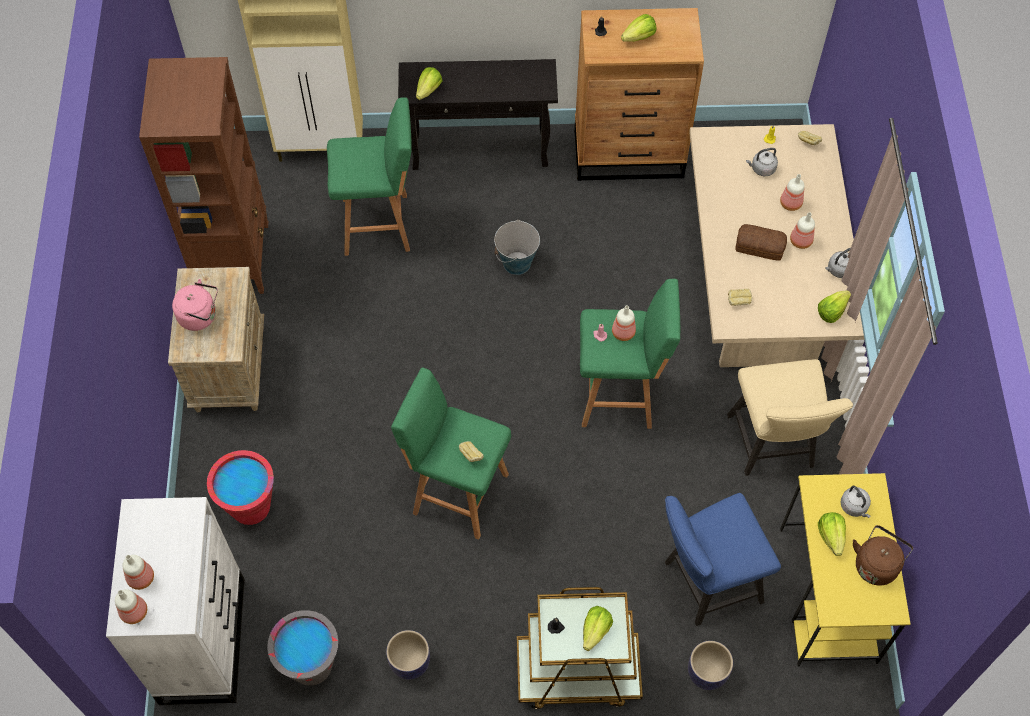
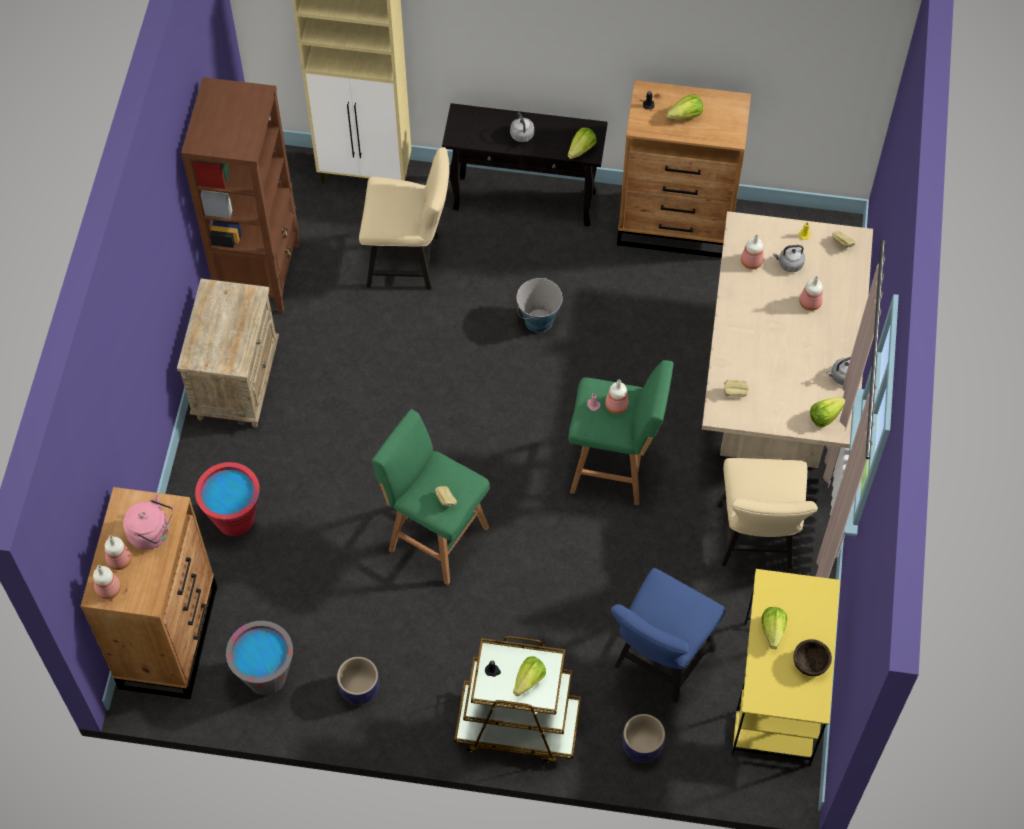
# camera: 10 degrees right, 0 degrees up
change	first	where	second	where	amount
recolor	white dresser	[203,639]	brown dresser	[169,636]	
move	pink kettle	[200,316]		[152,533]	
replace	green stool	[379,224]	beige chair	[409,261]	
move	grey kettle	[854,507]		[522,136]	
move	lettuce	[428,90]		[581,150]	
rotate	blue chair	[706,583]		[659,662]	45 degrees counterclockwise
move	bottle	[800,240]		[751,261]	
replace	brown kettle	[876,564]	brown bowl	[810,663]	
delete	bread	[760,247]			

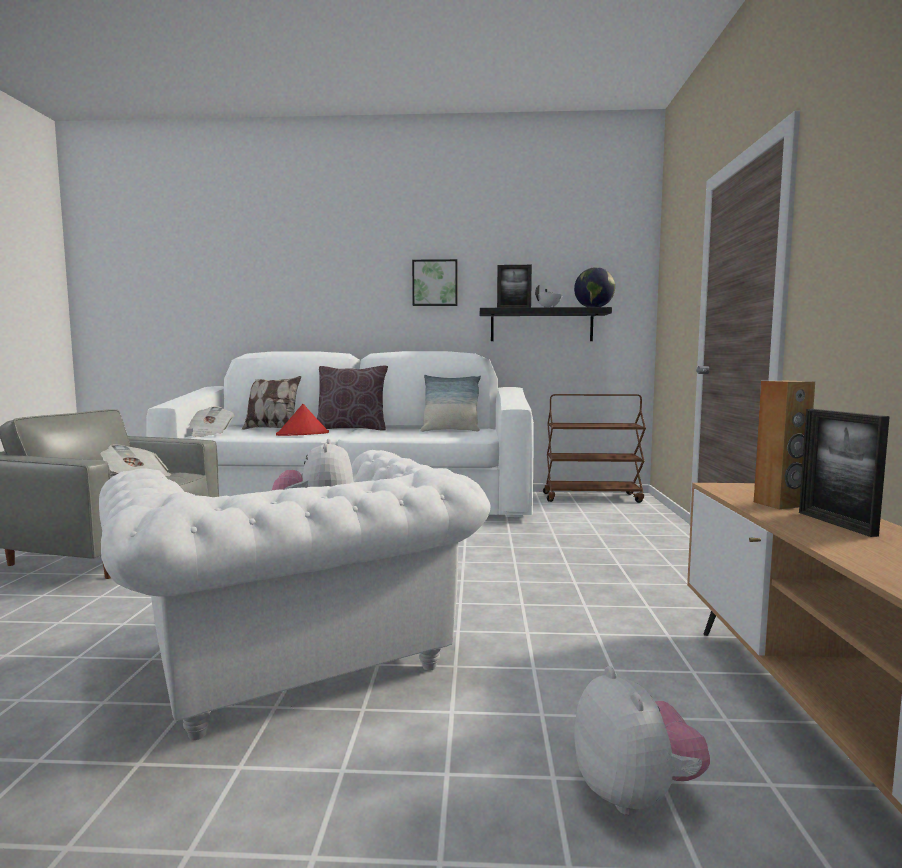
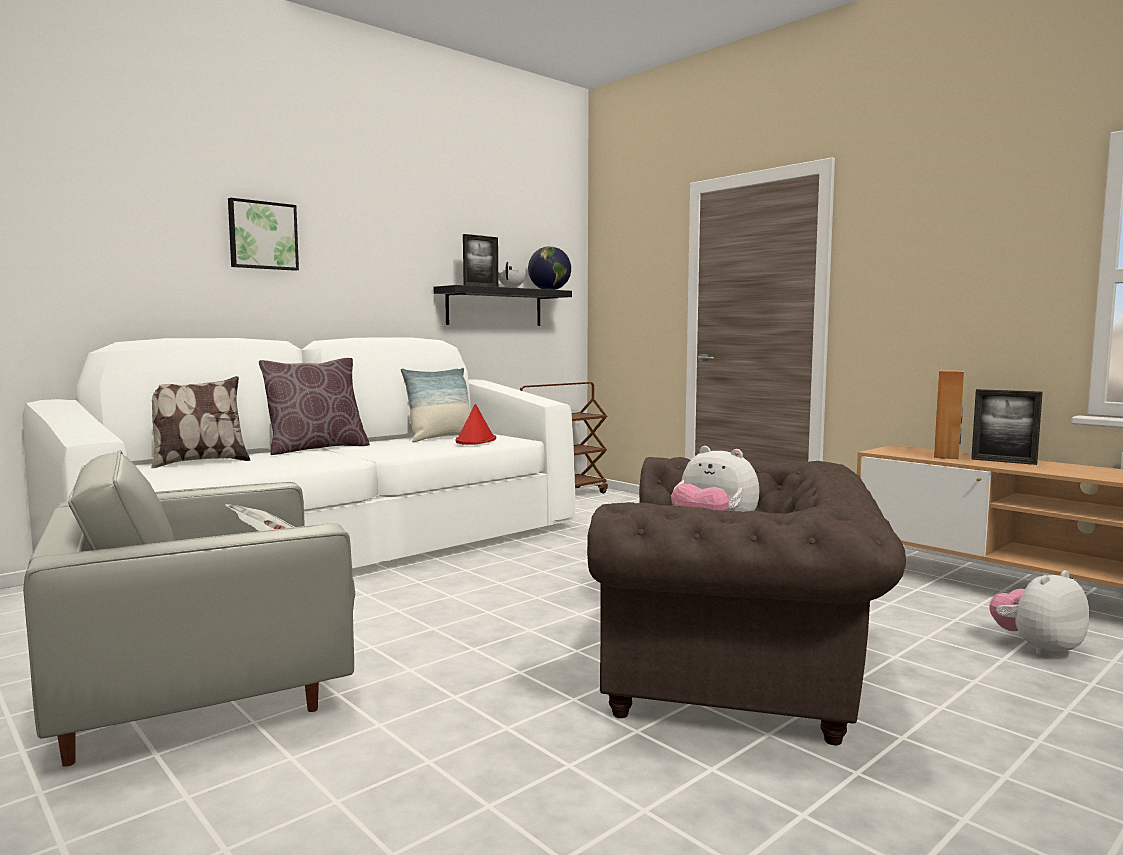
# camera: 45 degrees left, 0 degrees up
change	first	where	second	where	amount
move	picture	[435,283]		[262,235]	
move	red hat	[303,434]		[475,441]	
recolor	white armchair	[299,661]	brown armchair	[741,676]	
rotate	plush toy	[635,794]		[1037,648]	60 degrees counterclockwise
delete	newspaper	[210,434]			

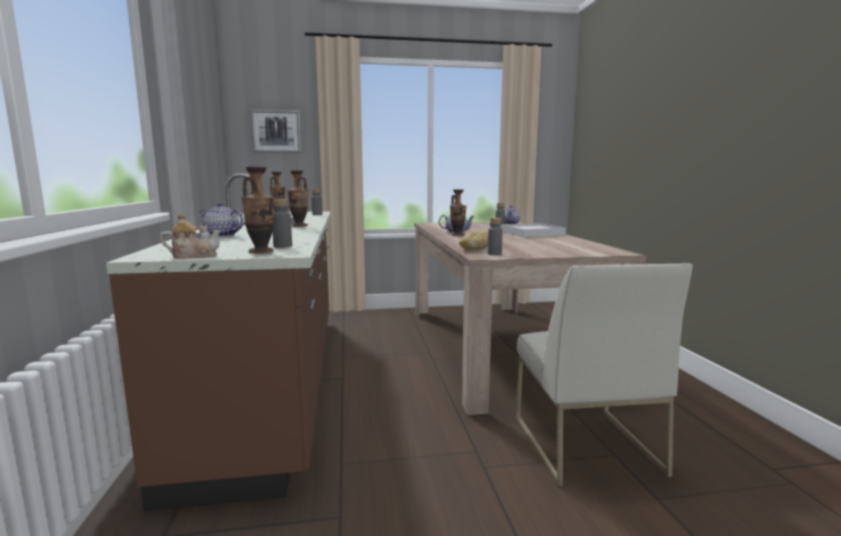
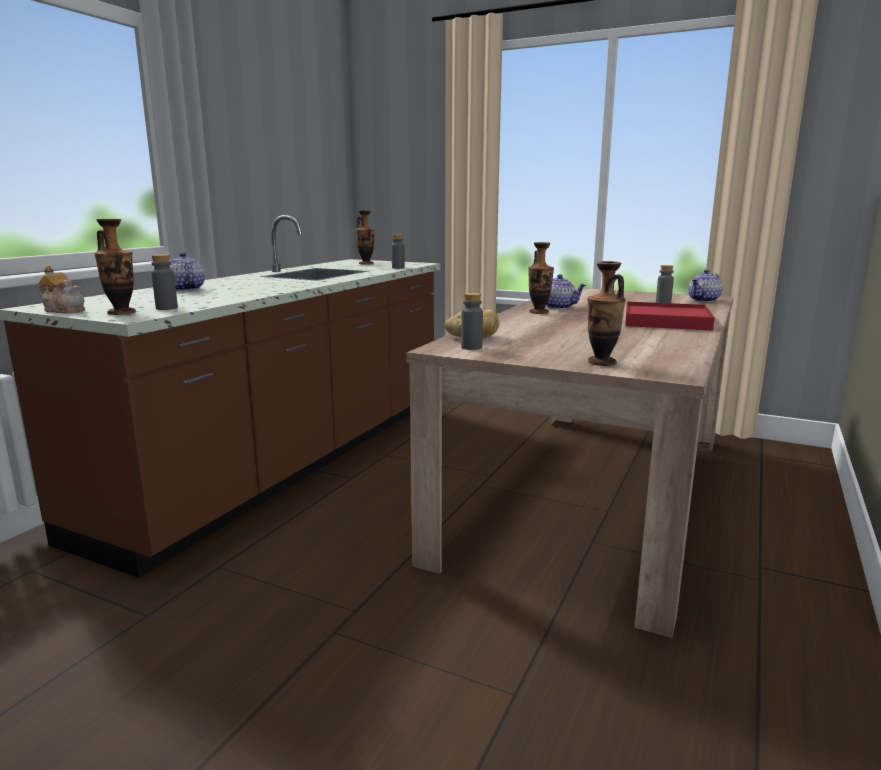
# camera: 35 degrees right, 5 degrees up
change	first	where	second	where	amount
move	vase	[299,226]		[601,362]	
recolor	white tray	[531,233]	red tray	[666,321]	
delete	picture	[276,131]			
delete	white chair	[583,444]			

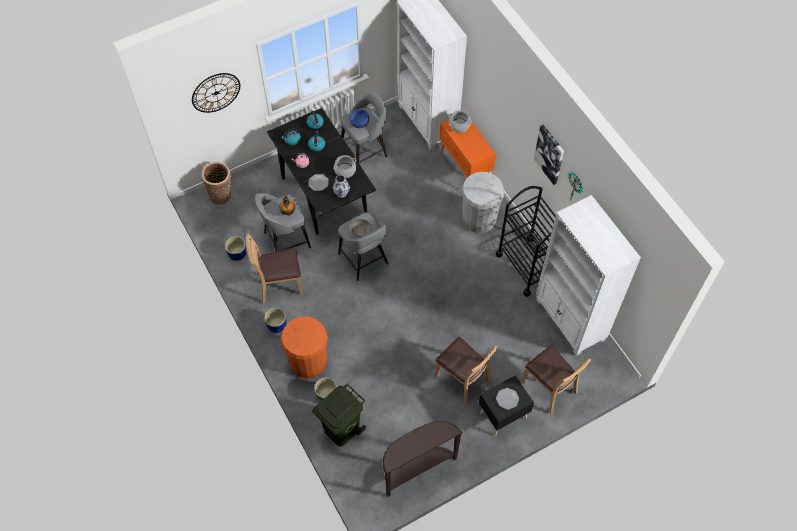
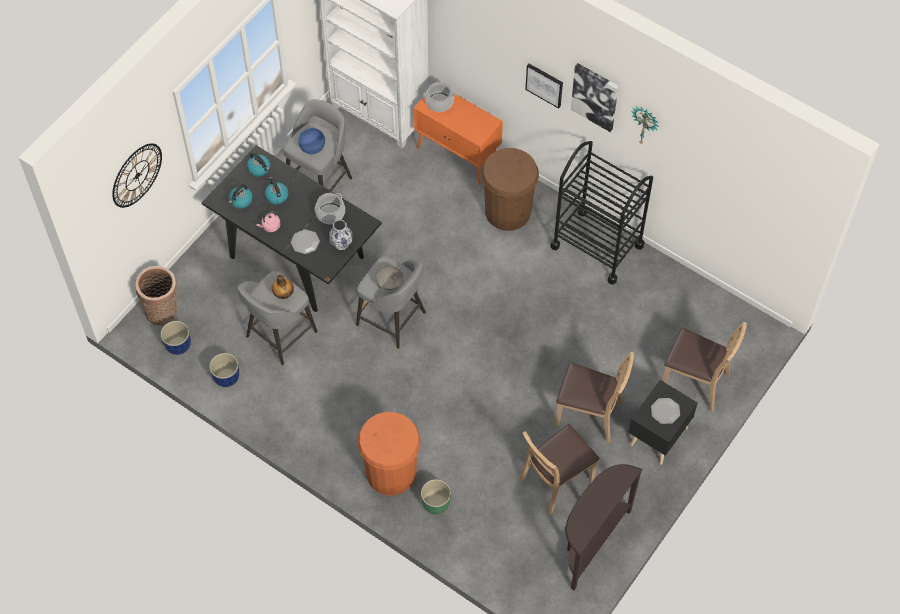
# camera: 25 degrees left, 0 degrees up
change	first	where	second	where	amount
move	blue planter	[277,325]		[178,344]	
recolor	white trash can	[479,218]	brown trash can	[508,211]	
move	brown chair	[279,284]		[556,481]	
insert			picture	[544,84]	
delete	green trash can	[341,429]			
delete	white bookcase	[570,320]			

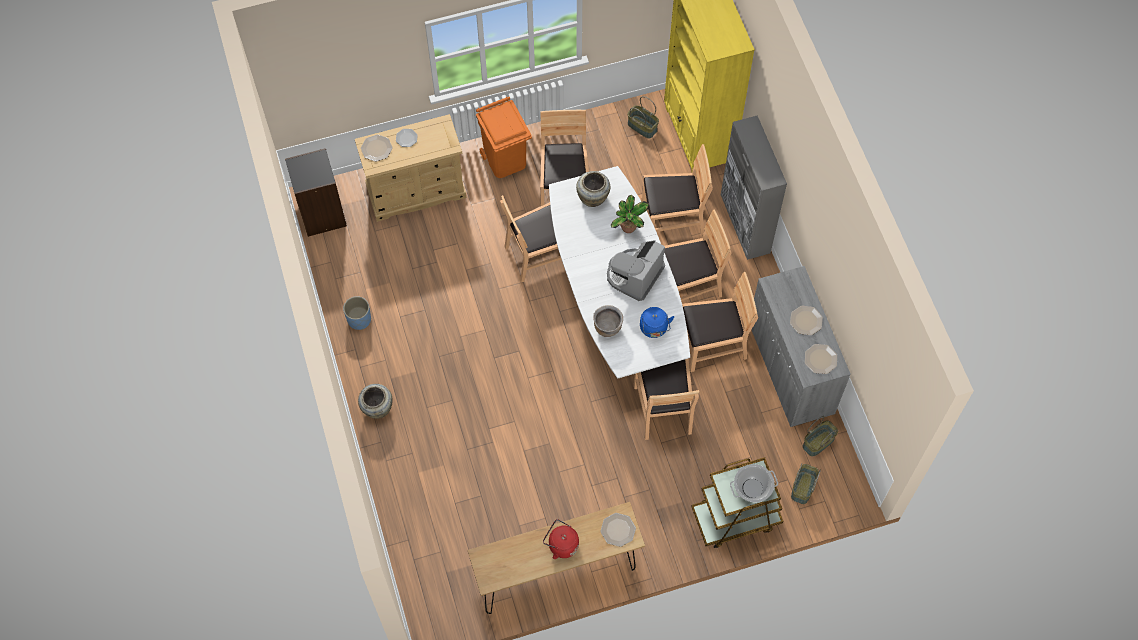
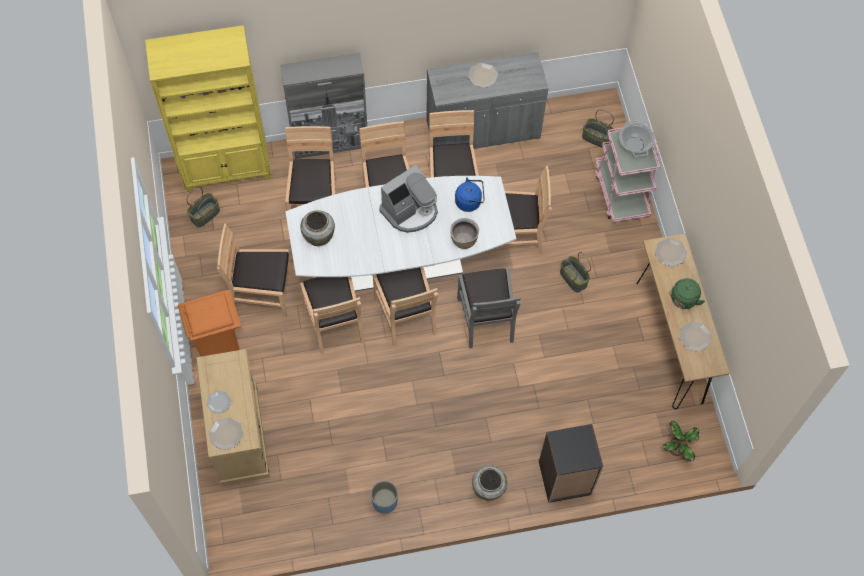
# camera: 85 degrees left, 0 degrees up
change	first	where	second	where	amount
insert			brown chair	[406,315]	
rotate	coffee machine	[634,275]		[410,211]	75 degrees counterclockwise
insert			grey chair	[486,319]	
move	black bookcase	[321,214]		[565,479]	
move	basket	[818,442]		[572,278]	
recolor	brown cart	[735,518]	pink cart	[621,192]	
move	potted plant	[628,228]		[677,449]	
recolor	red kettle	[561,545]	green kettle	[683,300]	
move	plate	[820,359]		[694,336]	

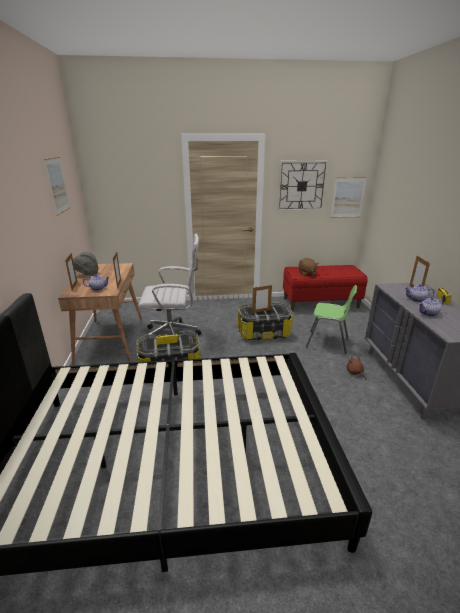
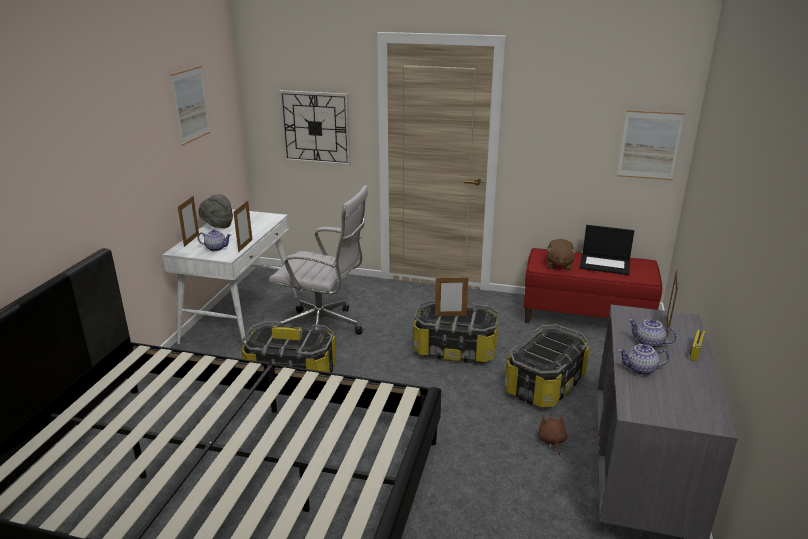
# camera: 20 degrees right, 0 degrees up
change	first	where	second	where	amount
recolor	brown desk	[110,339]	white desk	[240,319]	
move	wall clock	[301,186]		[315,128]	
replace	green chair	[327,342]	storage box	[545,385]	
insert			laptop	[605,264]	

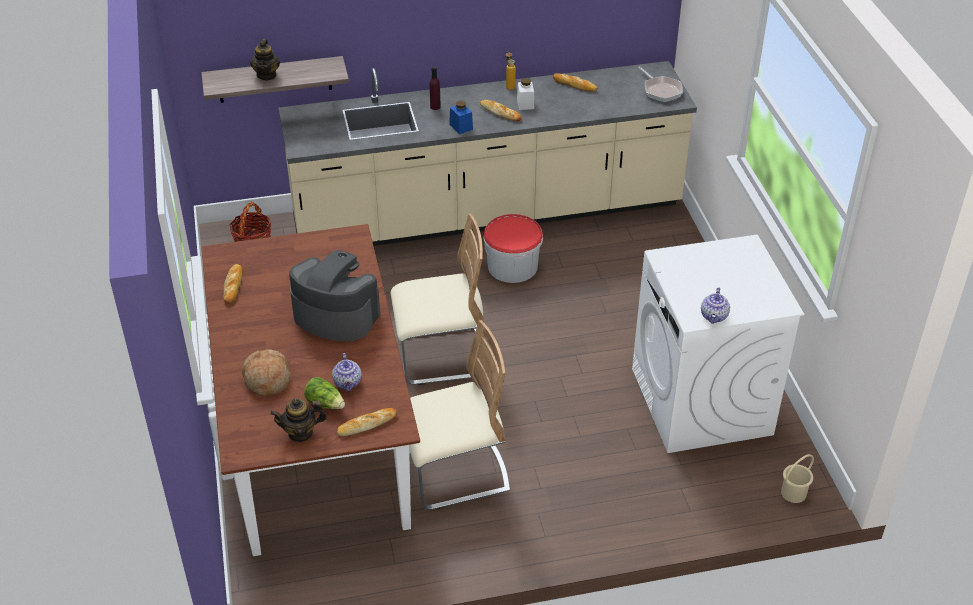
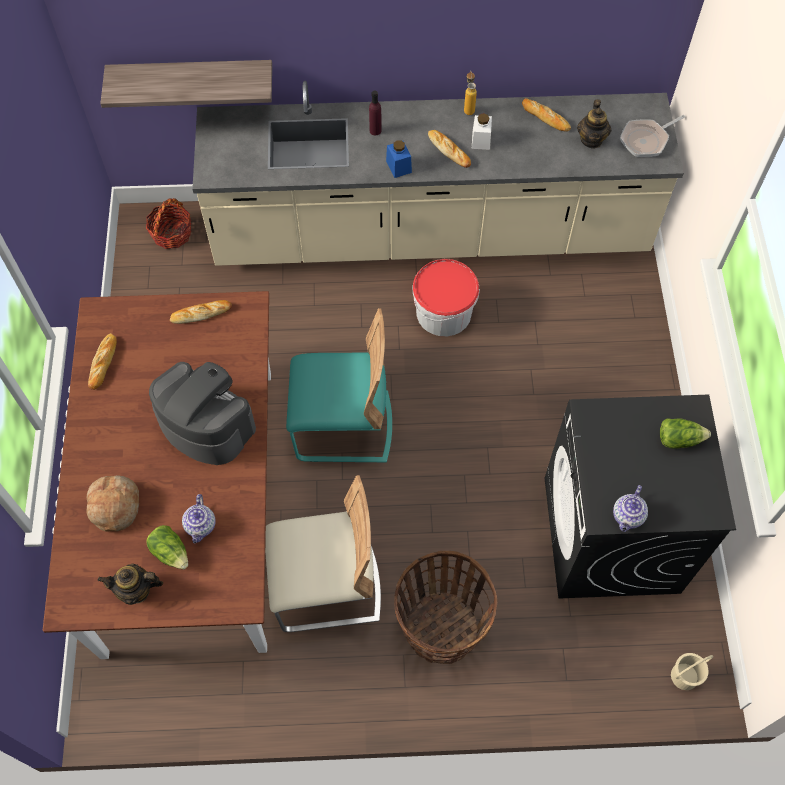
# camera: 10 degrees right, 20 degrees up
change	first	where	second	where	amount
move	bread	[367,424]		[201,314]	
recolor	beige chair	[442,356]	turquoise chair	[343,426]	
insert			basket	[441,628]	
recolor	white washing machine	[701,402]	black washing machine	[611,535]	
move	teapot	[267,75]		[591,139]	
rotate	frying pan	[661,90]		[646,140]	75 degrees clockwise
insert			lettuce	[679,439]	

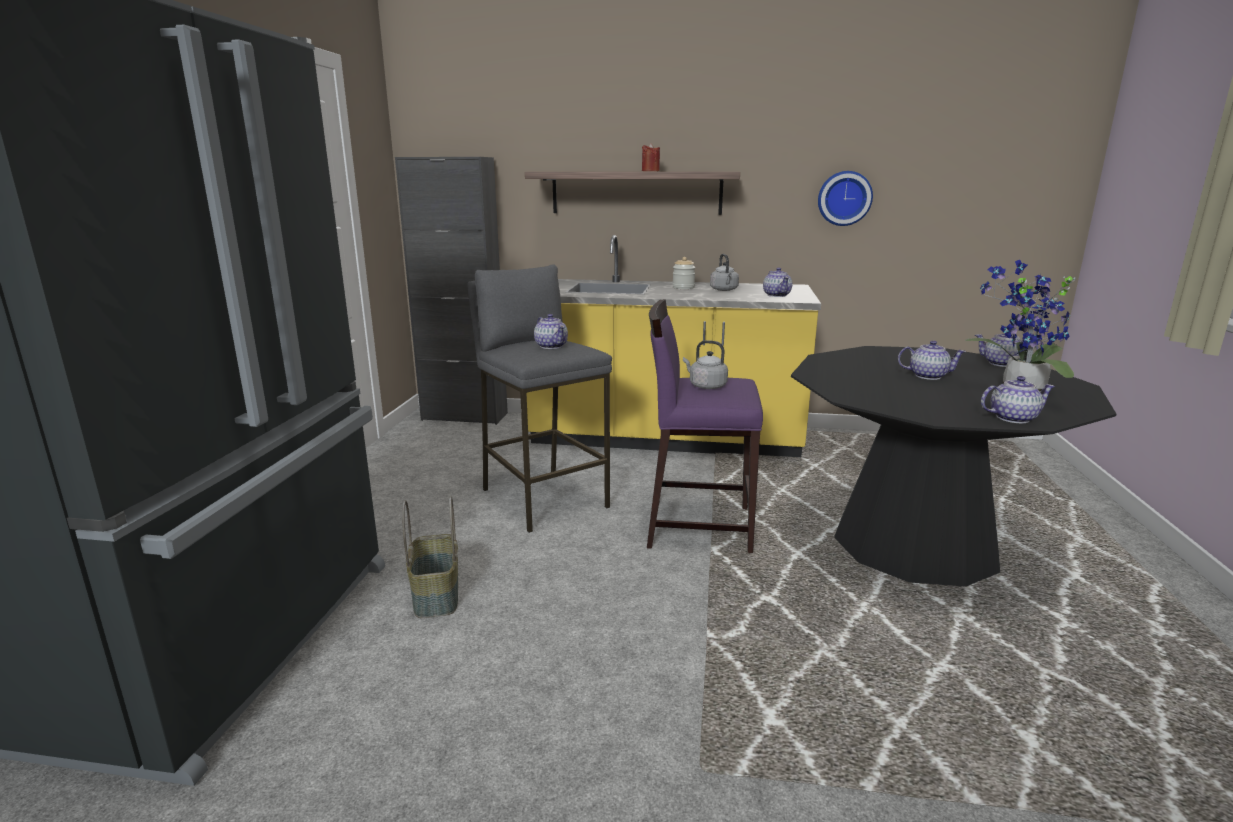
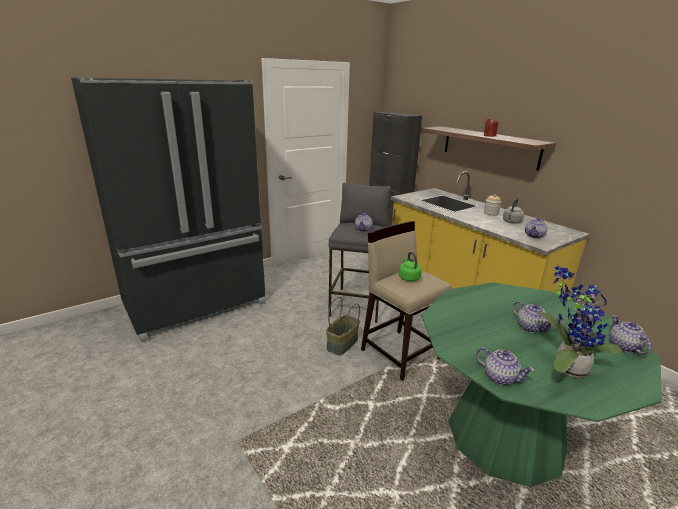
# camera: 45 degrees right, 5 degrees up
change	first	where	second	where	amount
move	basket	[437,595]		[342,344]	
recolor	purple stool	[698,526]	beige stool	[400,353]	
recolor	grey kettle	[705,386]	green kettle	[408,277]	
recolor	black dining table	[914,544]	green dining table	[505,435]	
delete	wall clock	[844,198]			

